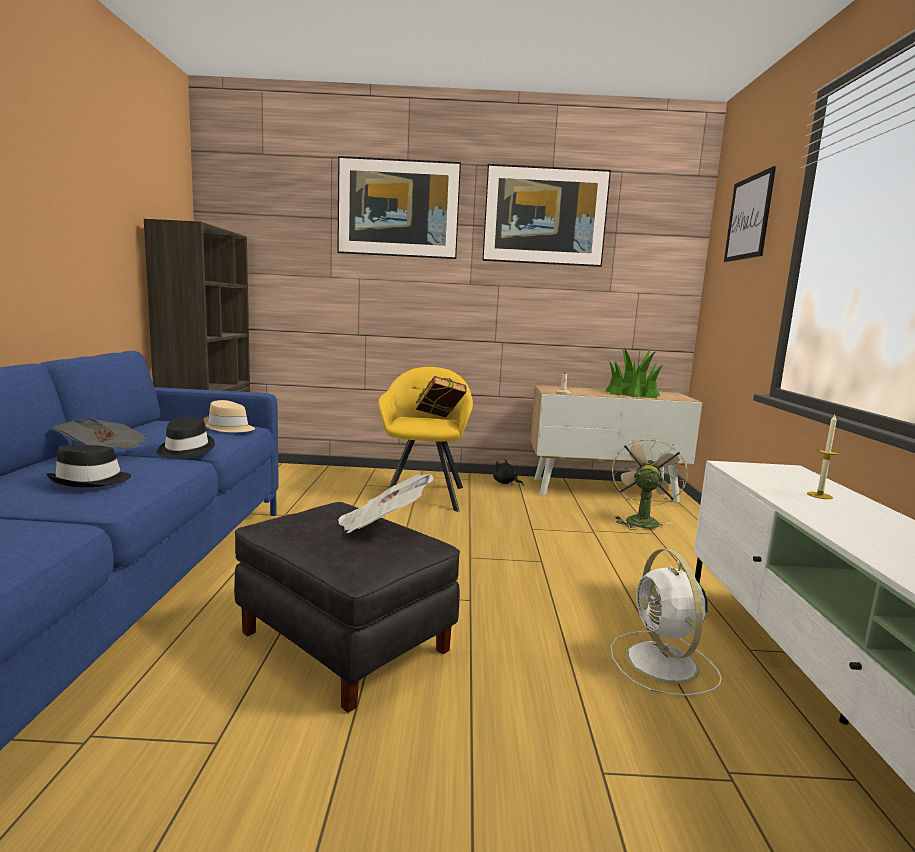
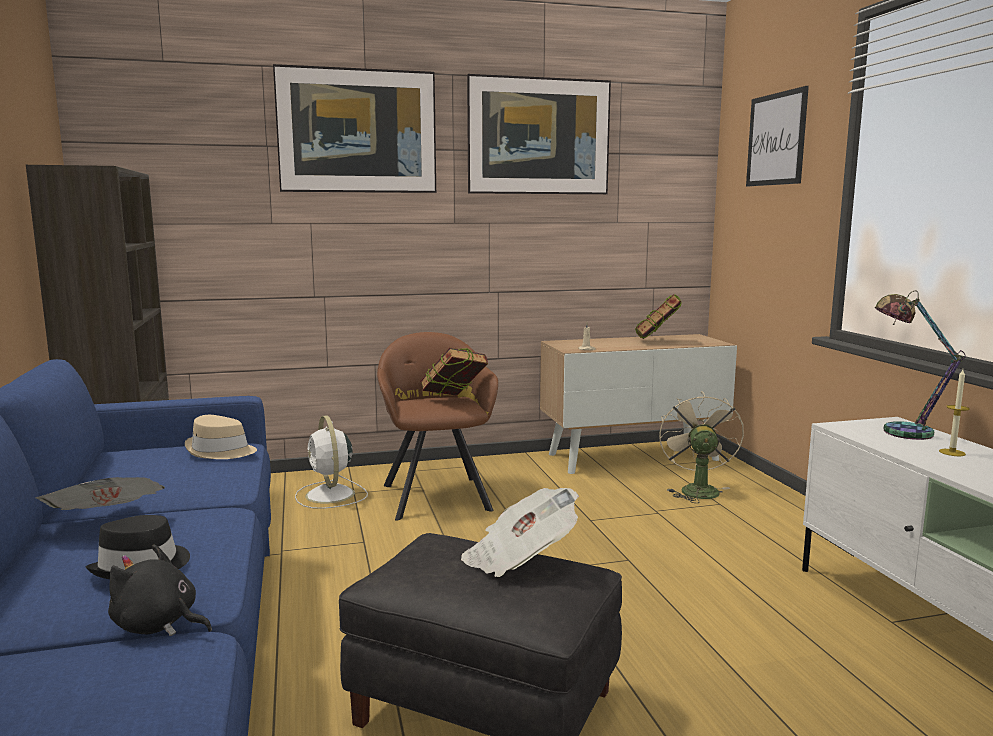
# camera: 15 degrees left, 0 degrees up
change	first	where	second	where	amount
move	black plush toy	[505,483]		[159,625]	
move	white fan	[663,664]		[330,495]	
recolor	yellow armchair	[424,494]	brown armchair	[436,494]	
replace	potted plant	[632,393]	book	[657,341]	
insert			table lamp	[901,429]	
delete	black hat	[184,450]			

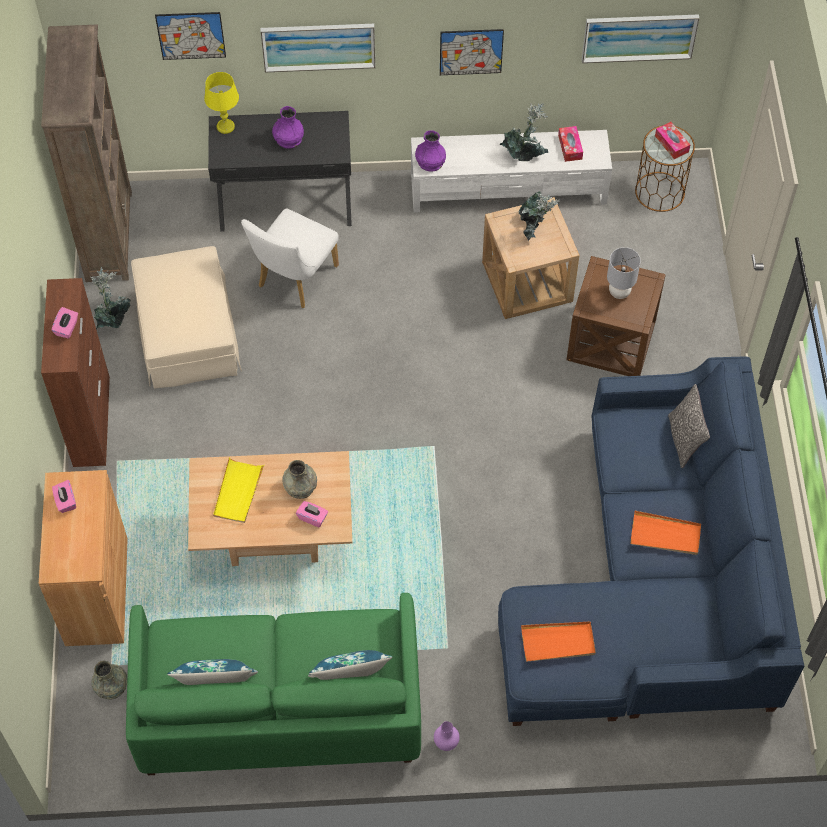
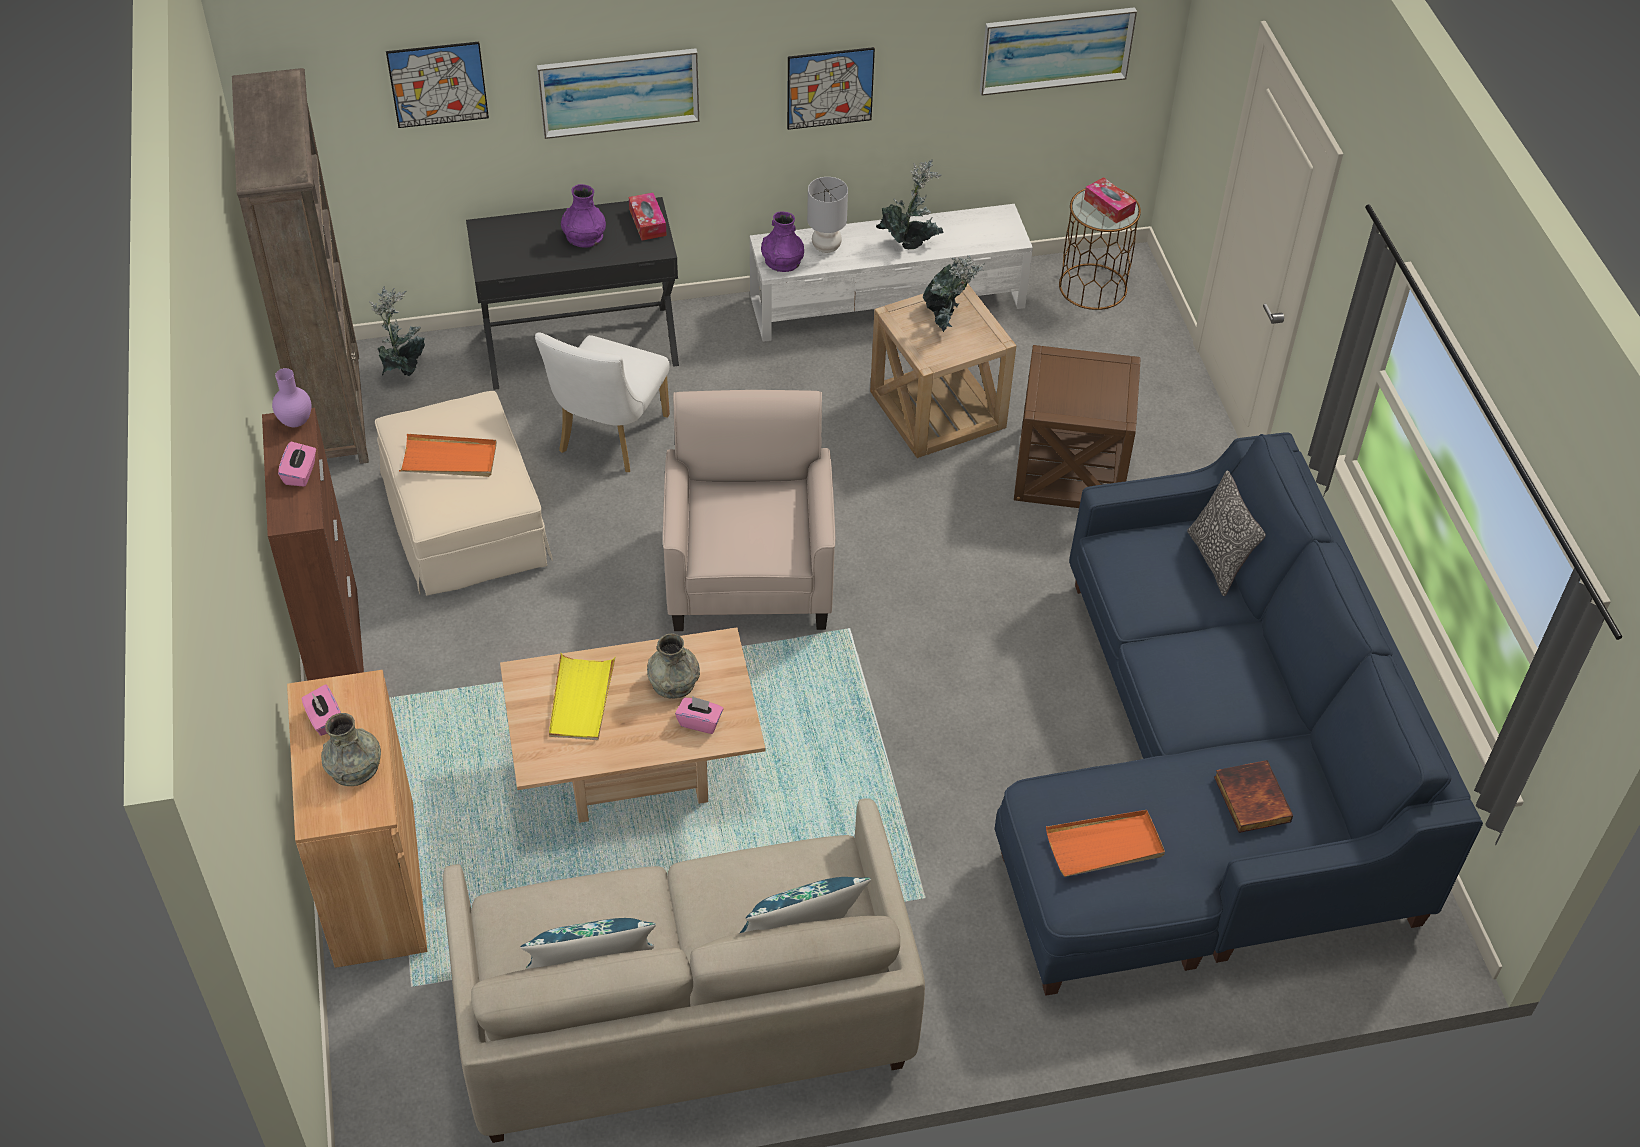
# camera: 10 degrees left, 10 degrees down
change	first	where	second	where	amount
move	purple vase	[446,742]		[296,421]	
move	grey vase	[111,686]		[355,768]	
move	potted plant	[114,320]		[403,369]	
move	orange tray	[665,535]		[449,459]	
recolor	green sofa	[279,707]	beige sofa	[683,1014]	
move	tissue box	[570,147]		[647,222]	
insert			beige armchair	[749,573]	
move	grey table lamp	[619,292]		[825,247]	
insert			book	[1250,799]	
delete	yellow table lamp	[225,127]			

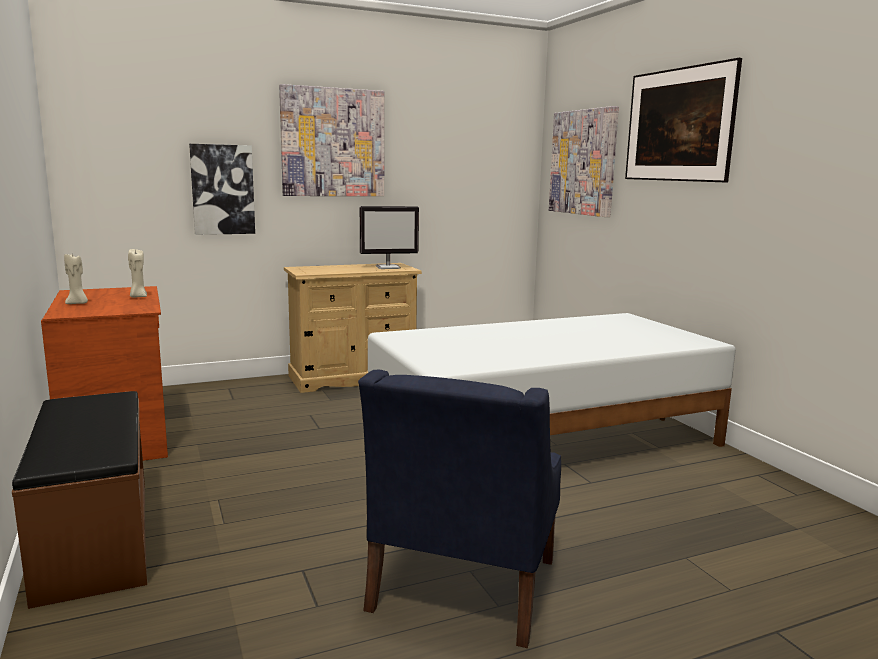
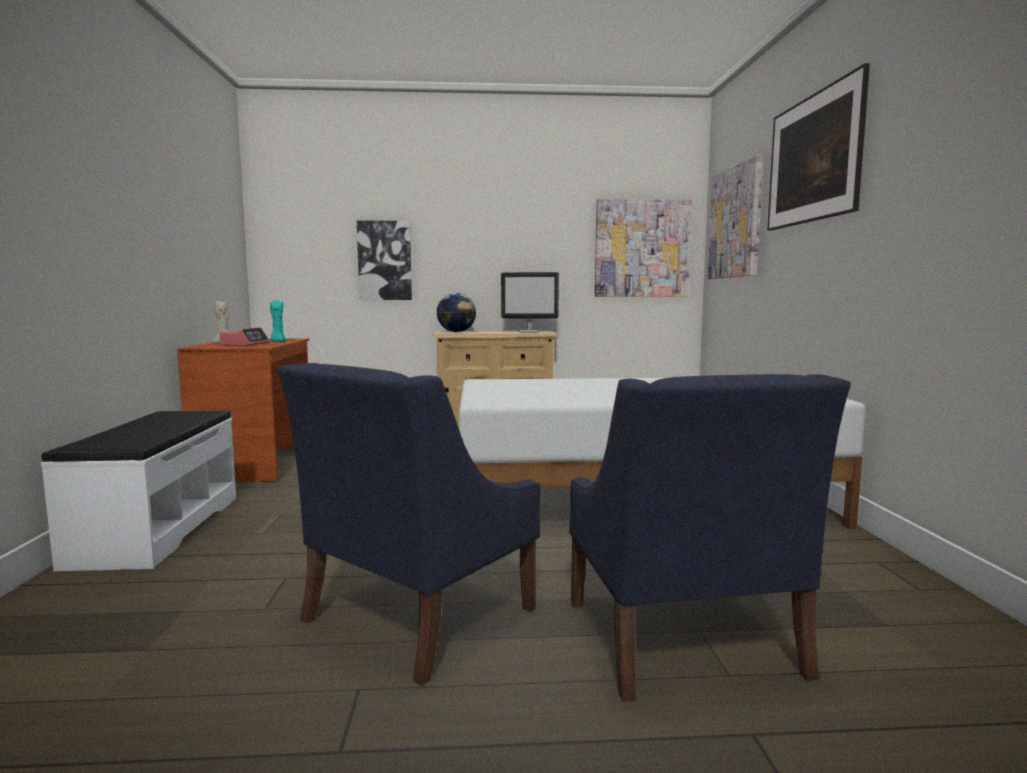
# camera: 20 degrees right, 5 degrees down
change	first	where	second	where	amount
recolor	brown bench	[94,537]	white bench	[157,529]	
insert			alarm clock	[245,344]	
recolor	beige candle	[138,297]	turquoise candle	[278,341]	
insert			globe	[456,332]	
insert			blue armchair	[681,639]	
move	picture	[333,143]		[642,248]	

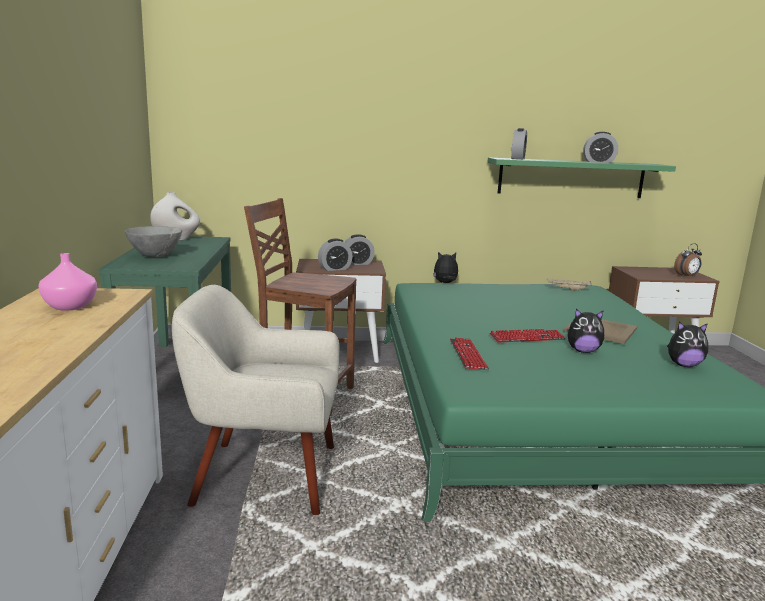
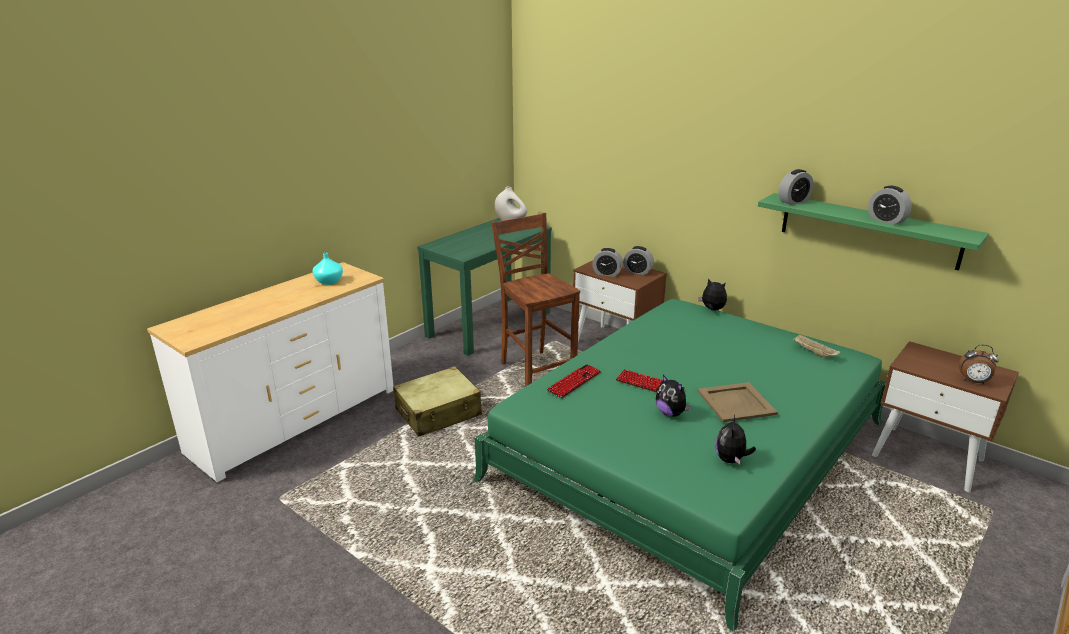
# camera: 45 degrees right, 10 degrees up
change	first	where	second	where	amount
recolor	pink vase	[71,306]	turquoise vase	[329,281]	
replace	beige armchair	[263,475]	beige suitcase	[438,413]	
rotate	plush toy	[683,365]		[731,460]	60 degrees clockwise
delete	grey bowl	[155,256]			

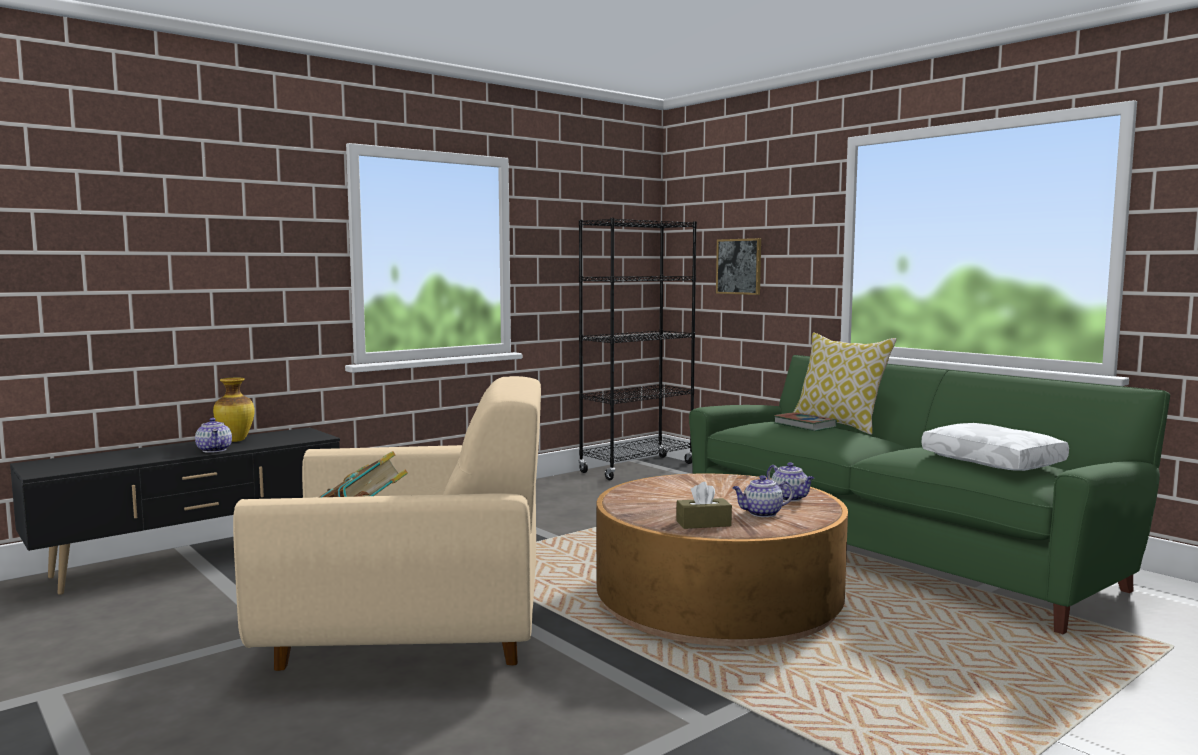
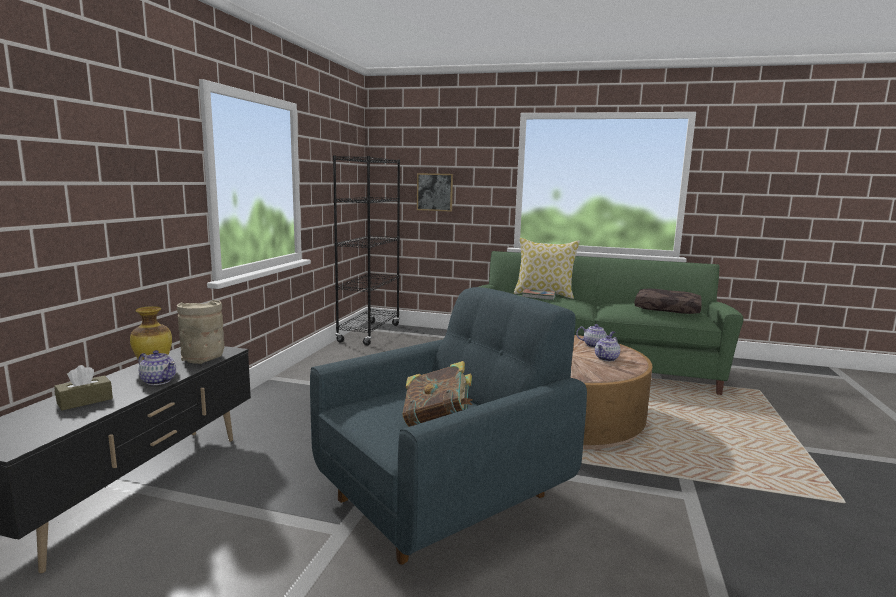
# camera: 35 degrees left, 5 degrees up
change	first	where	second	where	amount
move	brown tissue box	[703,523]		[85,401]	
insert			beige vase	[203,359]	
recolor	beige armchair	[412,634]	blue armchair	[444,497]	
recolor	white pillow	[994,461]	brown pillow	[668,309]	

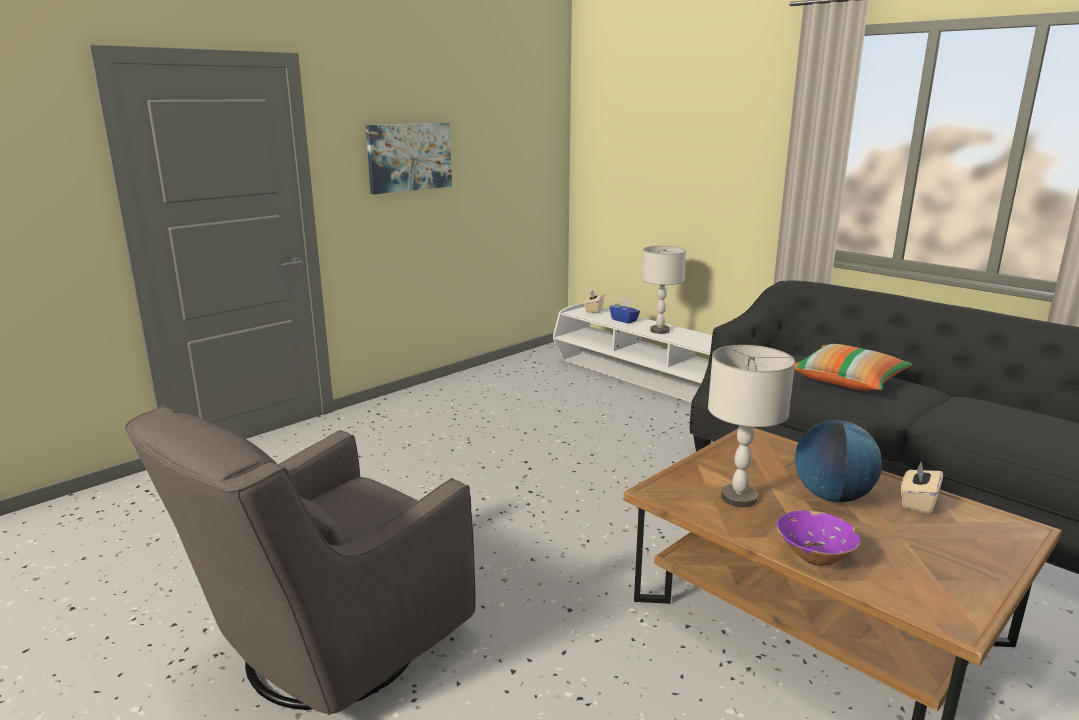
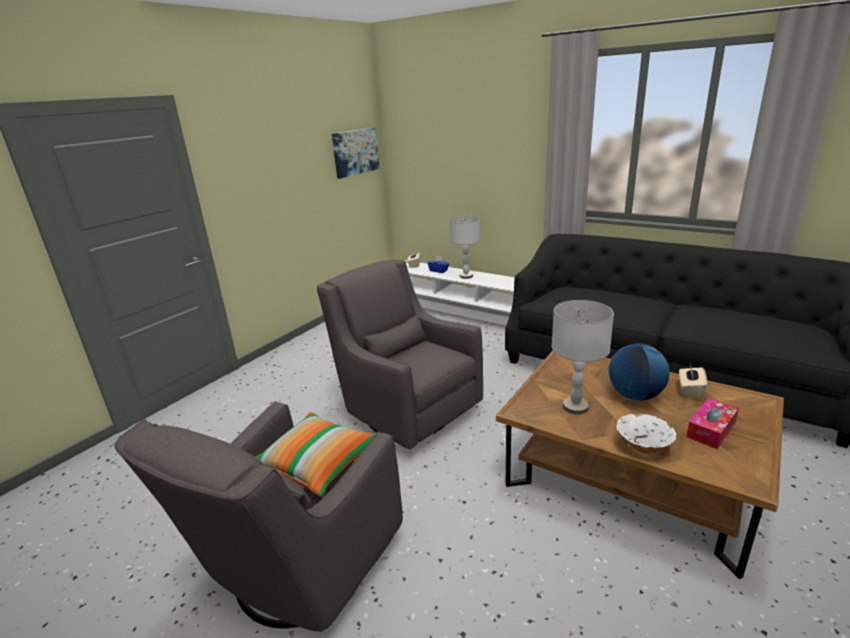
# camera: 10 degrees left, 5 degrees up
change	first	where	second	where	amount
move	pillow	[848,381]		[318,463]	
insert			grey armchair	[406,411]	
move	picture	[409,157]		[355,152]	
recolor	purple bowl	[814,556]	white bowl	[643,446]	
insert			tissue box	[711,430]	

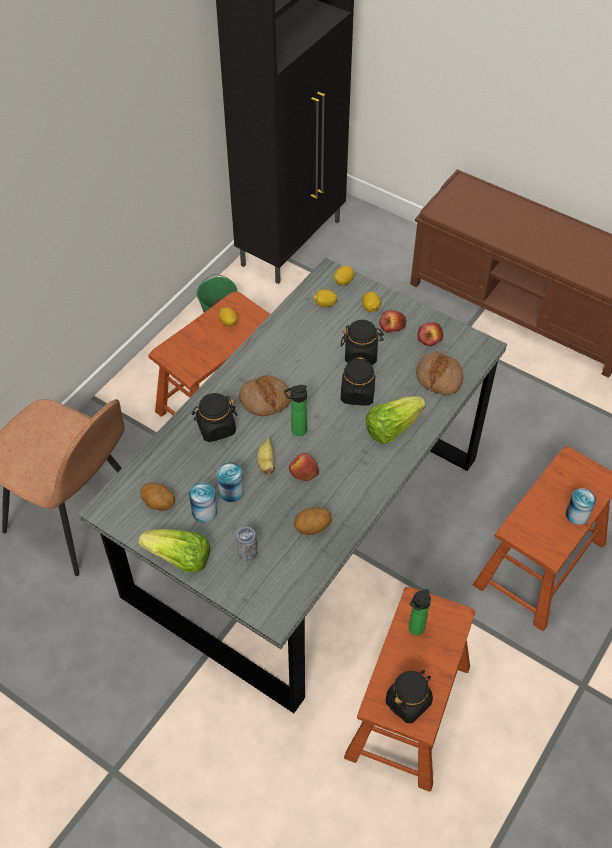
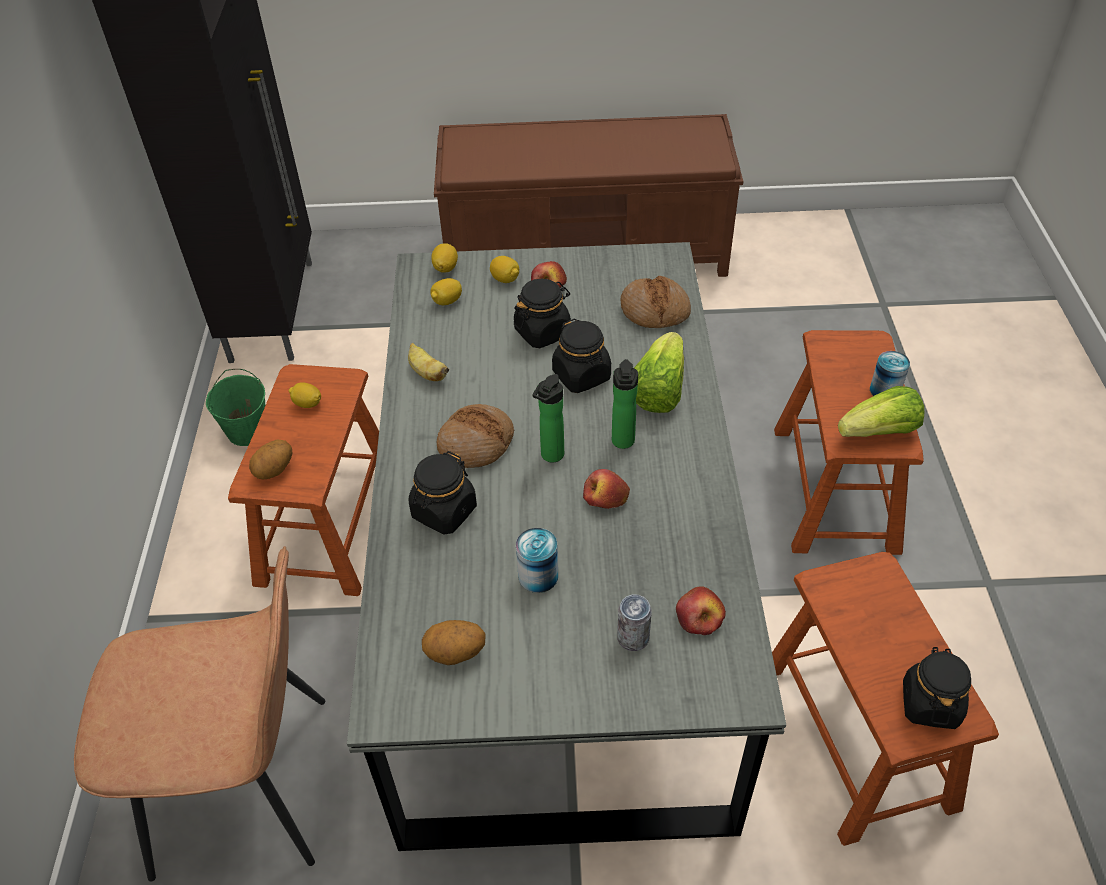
# camera: 35 degrees left, 5 degrees down
change	first	where	second	where	amount
move	potato	[312,528]		[275,470]	
move	banana	[266,463]		[427,373]	
move	bottle	[414,630]		[623,443]	
move	apple	[430,338]		[699,617]	
move	lettuce	[179,559]		[880,432]	
delete	can	[204,511]			

